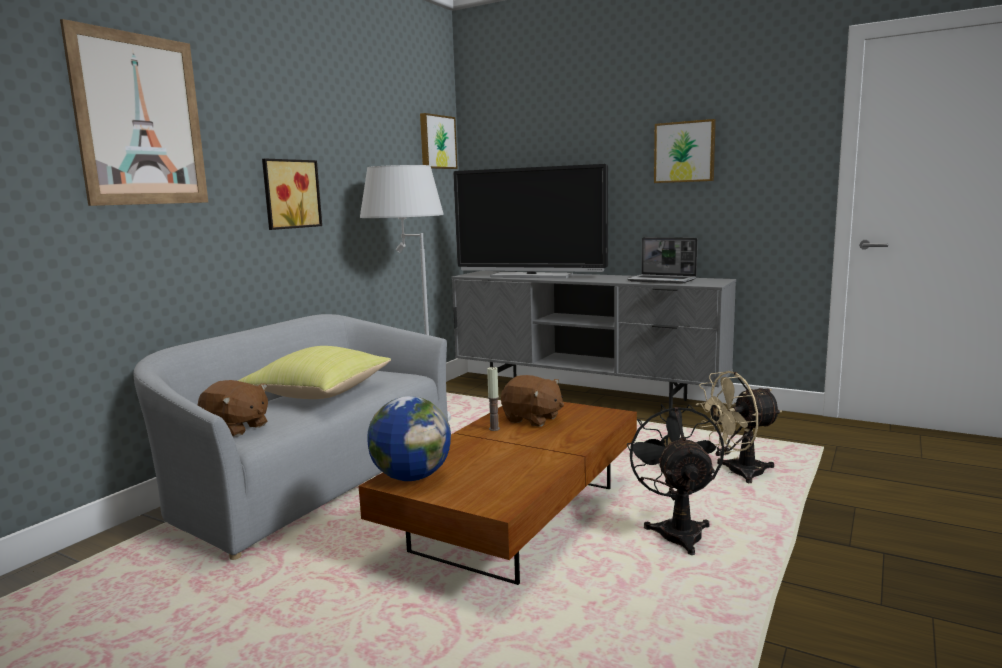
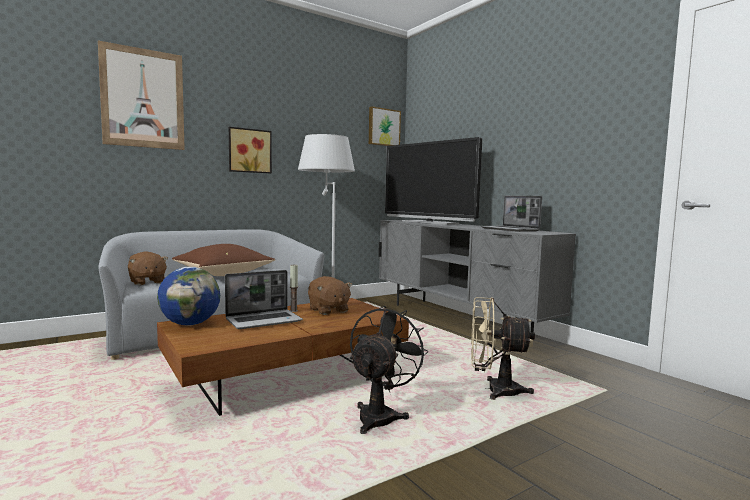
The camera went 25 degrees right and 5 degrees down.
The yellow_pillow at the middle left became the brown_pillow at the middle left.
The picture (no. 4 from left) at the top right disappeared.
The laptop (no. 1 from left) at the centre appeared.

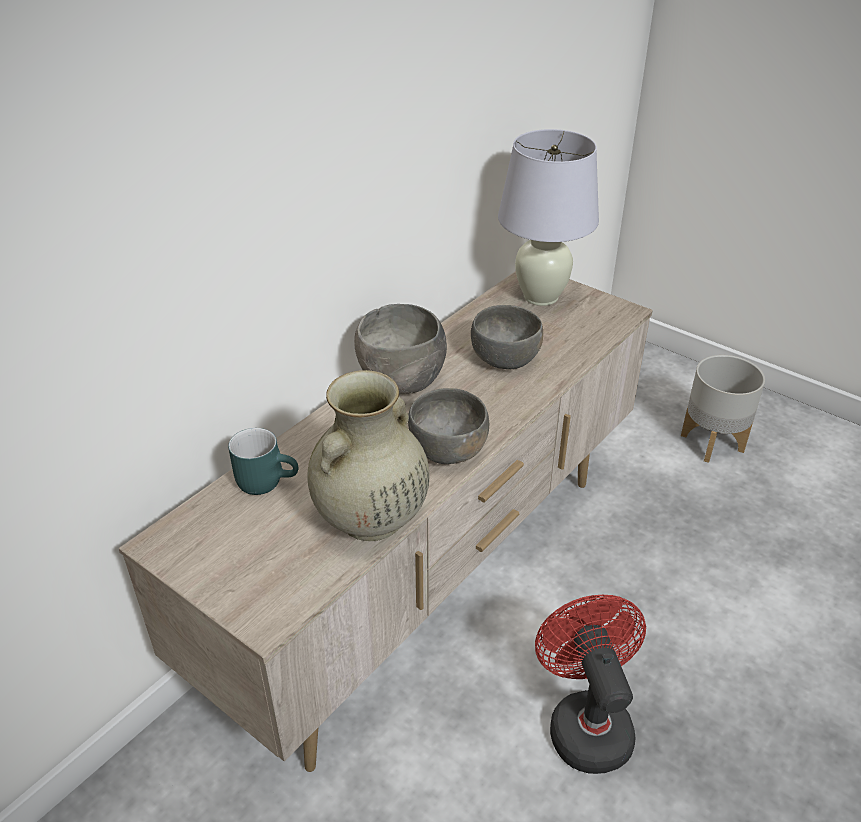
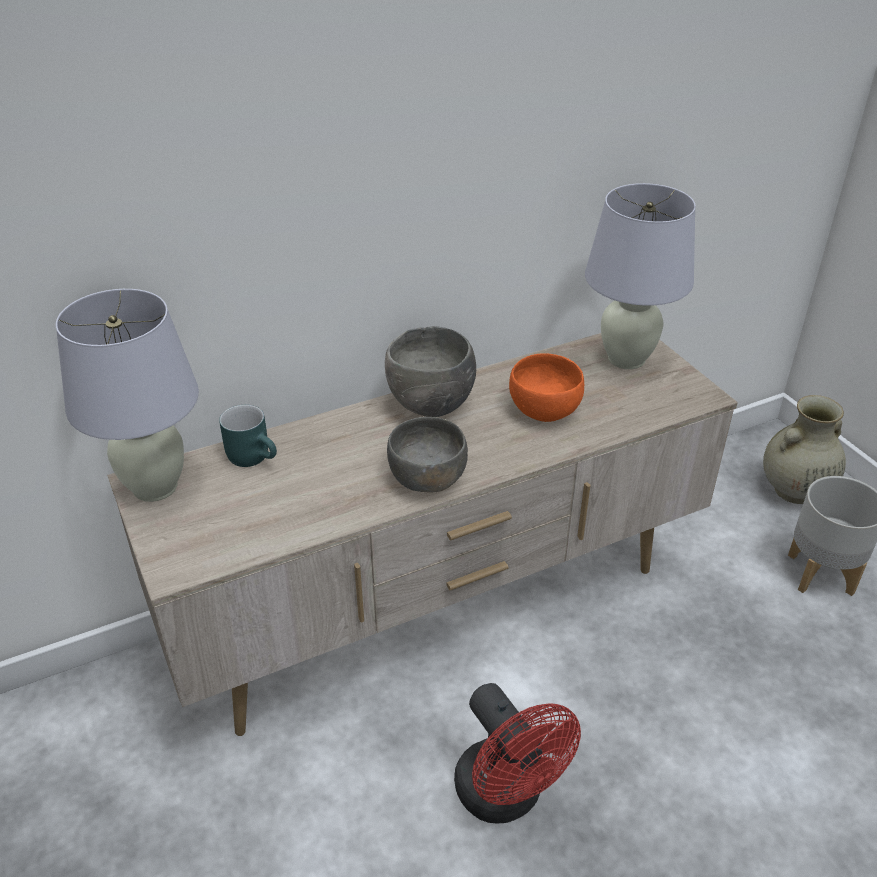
The camera went 25 degrees right and 0 degrees up.
The beige_vase moved from the centre to the middle right.
The grey_bowl (no. 3 from left) at the centre became the orange_bowl at the centre.
The red_fan at the bottom right turned 135 degrees clockwise.
The white_table_lamp (no. 1 from left) at the middle left appeared.

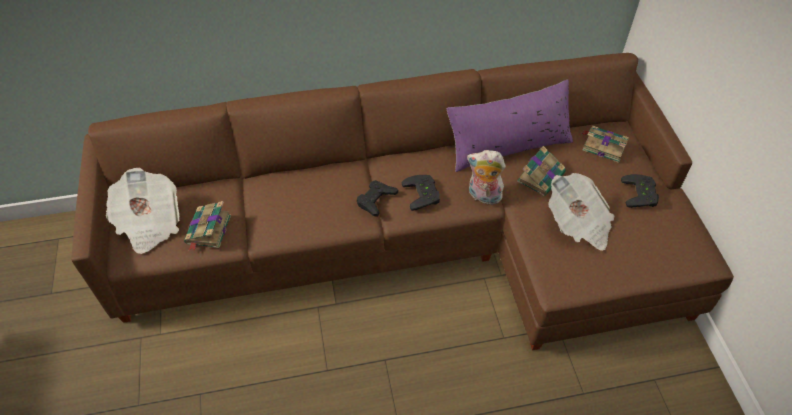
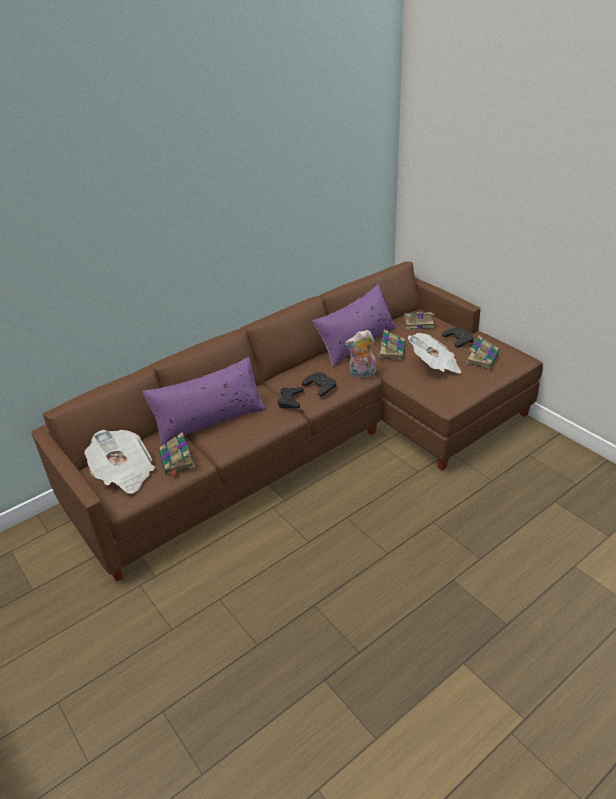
The camera went 25 degrees left and 15 degrees down.
The purple_pillow (no. 1 from left) at the middle left appeared.
The book (no. 4 from left) at the middle right appeared.

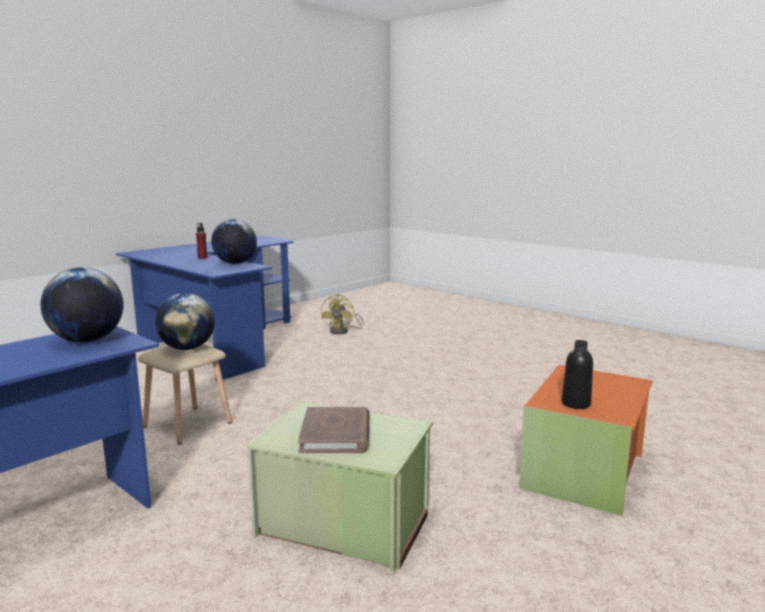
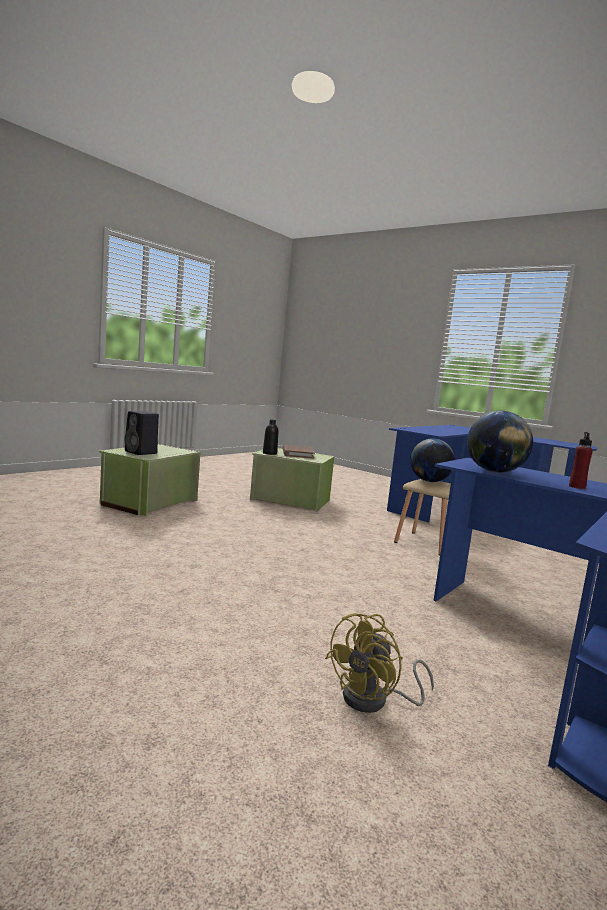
The camera went 175 degrees right and 5 degrees down.
The globe (no. 1 from left) at the middle left disappeared.
The yellow_fan at the centre turned 150 degrees counterclockwise.
The orange_storage_box at the bottom right became the green_storage_box (no. 1 from left) at the middle left.
The black_bottle moved from the middle right to the centre.
The black_speaker at the middle left appeared.

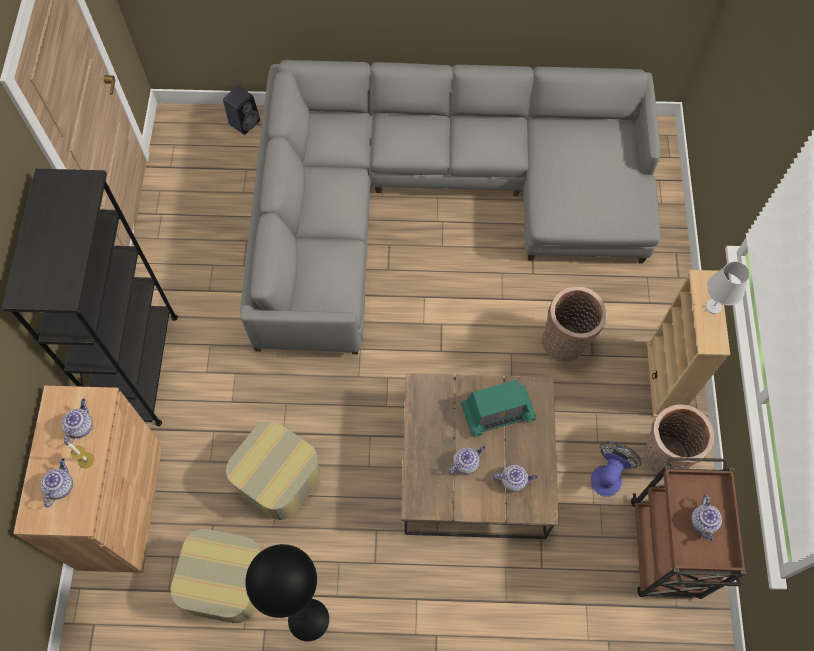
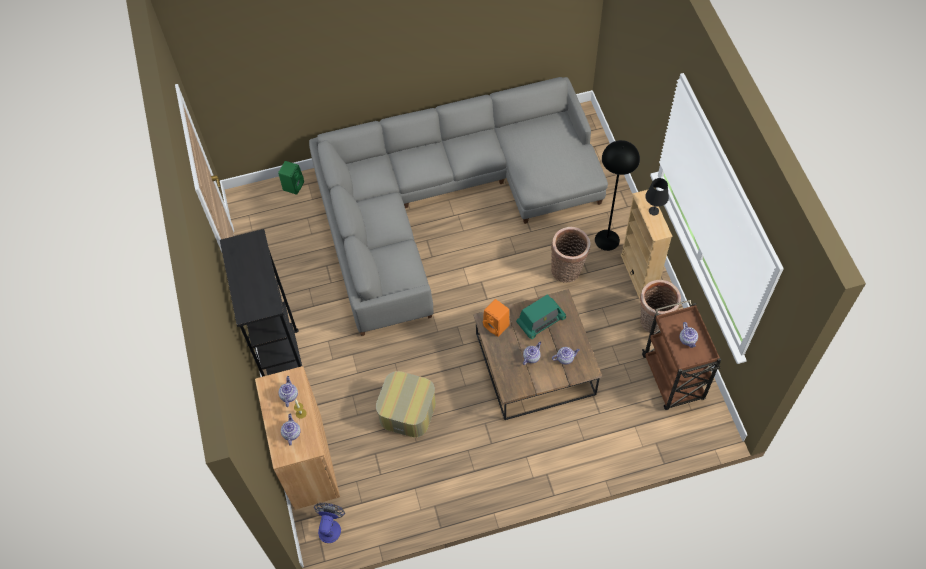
The camera went 15 degrees left and 5 degrees down.
The ottoman (no. 1 from left) at the bottom left disappeared.
The black_speaker at the top left became the green_speaker at the top left.
The black_floor_lamp moved from the bottom centre to the centre.
The fan moved from the bottom right to the bottom centre.
The white_table_lamp at the middle right became the black_table_lamp at the middle right.
The orange_speaker at the centre appeared.

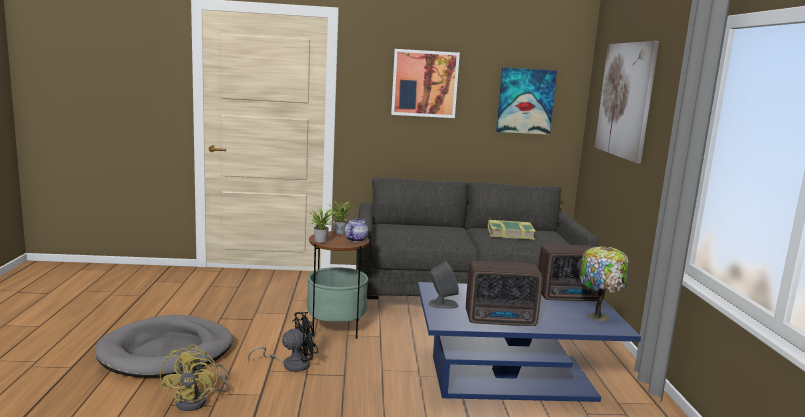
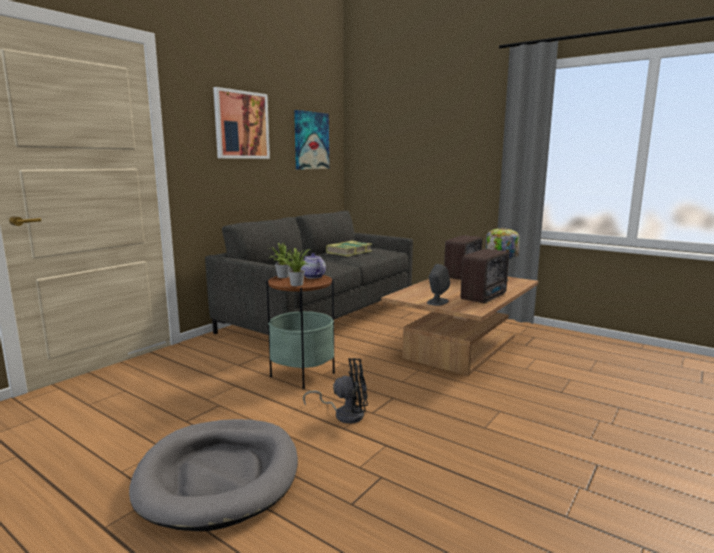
The camera went 50 degrees left and 0 degrees up.
The yellow_fan at the bottom left disappeared.
The black_fan at the bottom centre turned 75 degrees clockwise.
The blue_coffee_table at the bottom centre became the brown_coffee_table at the centre.
The picture (no. 3 from left) at the top right disappeared.

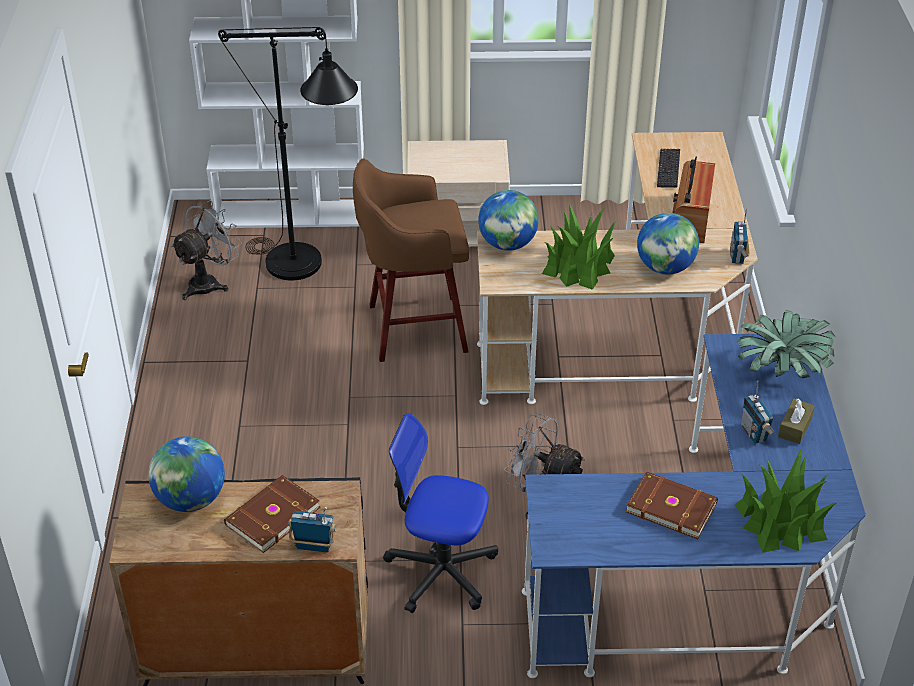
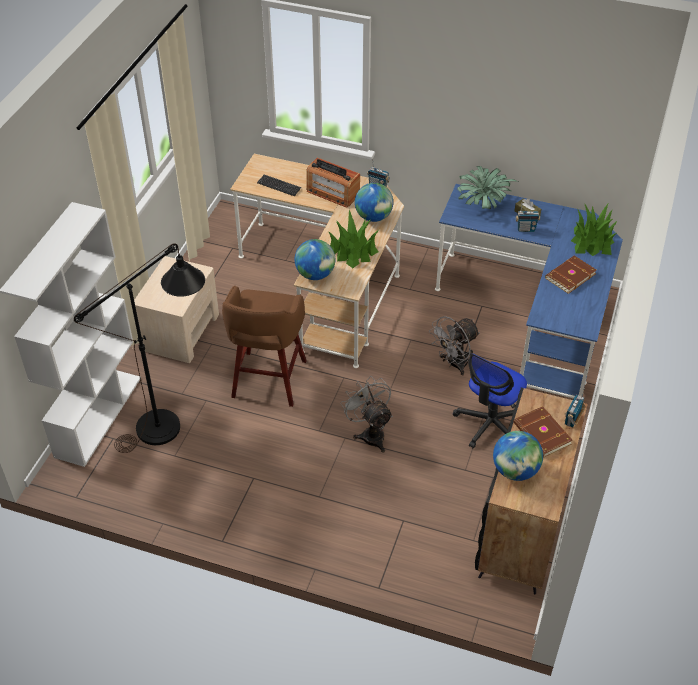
The camera went 70 degrees left and 5 degrees up.
The grey_fan (no. 1 from left) moved from the middle left to the centre.

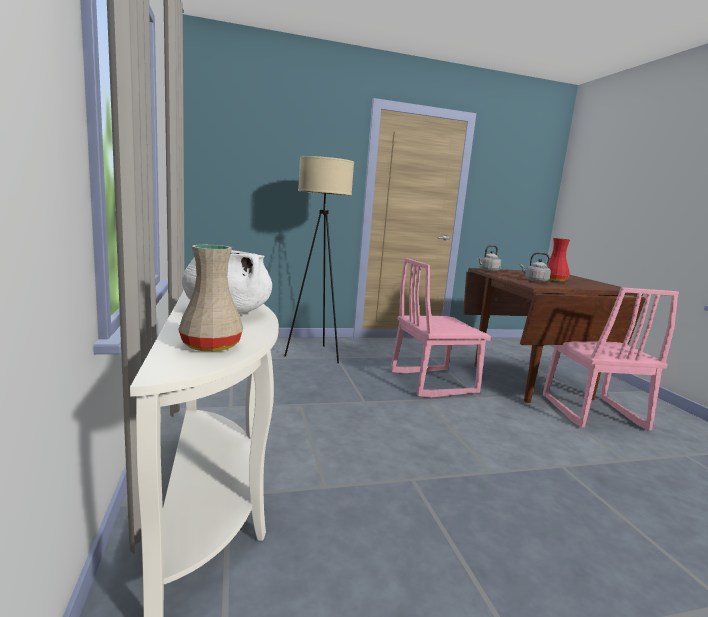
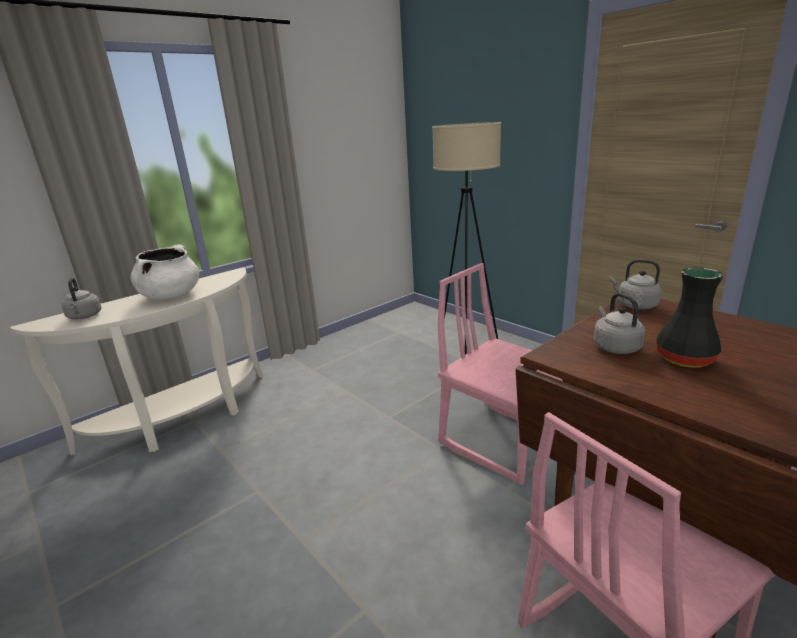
The camera went 65 degrees right and 10 degrees up.
The beige_vase at the middle left was replaced by the grey_kettle (no. 1 from left) at the middle left.
The red_vase at the middle right became the black_vase at the middle right.

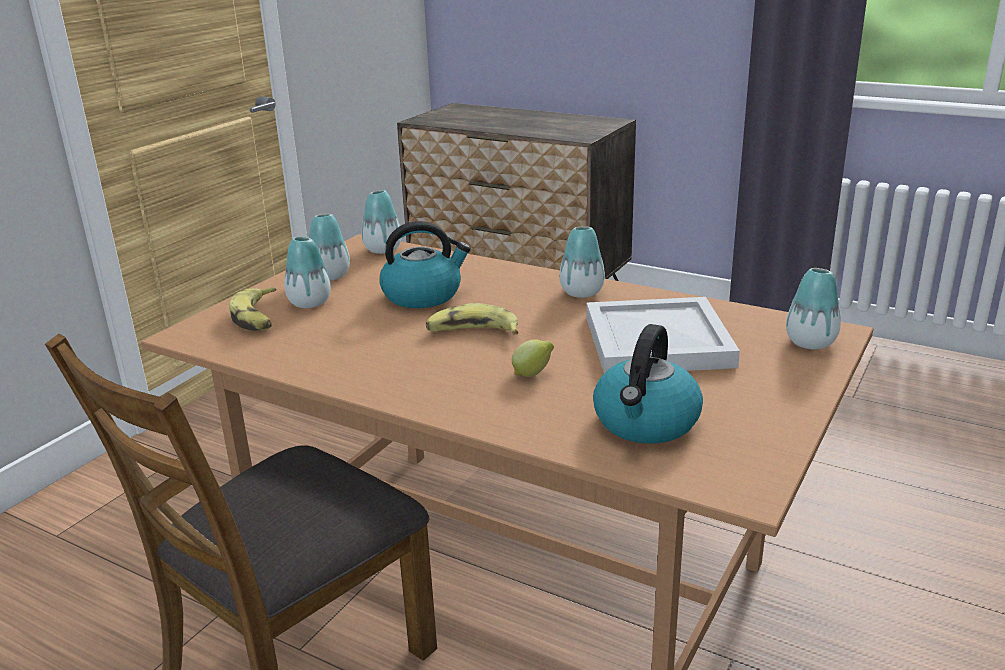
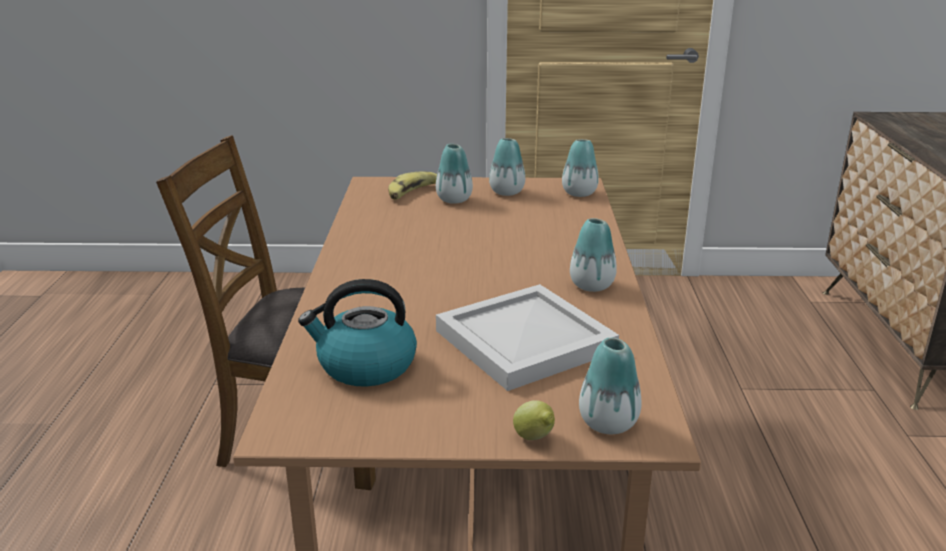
The camera went 60 degrees right and 0 degrees up.
The kettle (no. 1 from left) at the centre disappeared.
The banana (no. 2 from left) at the centre disappeared.
The lemon moved from the centre to the bottom centre.

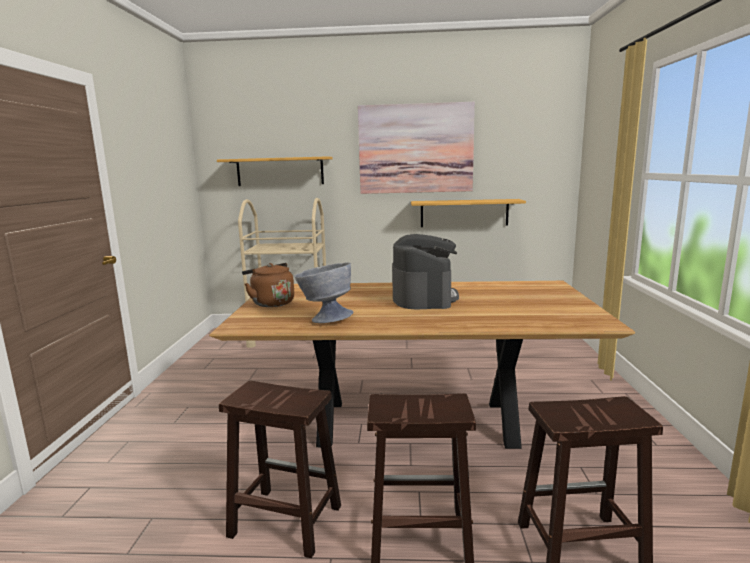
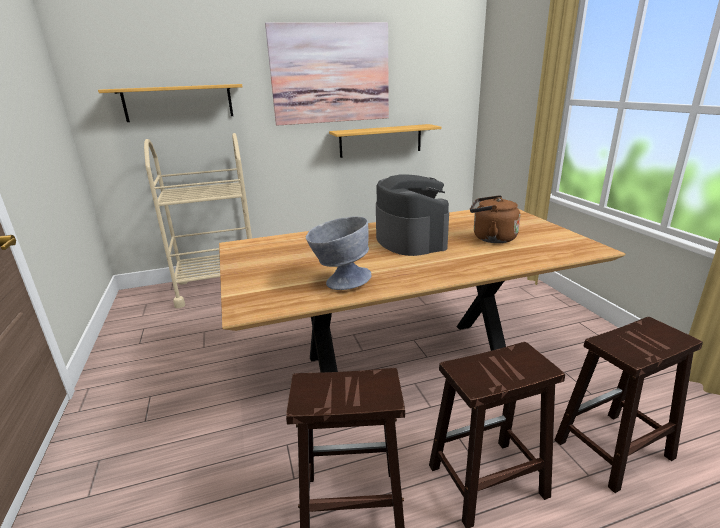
The camera went 20 degrees left and 10 degrees up.
The brown_kettle moved from the centre to the middle right.

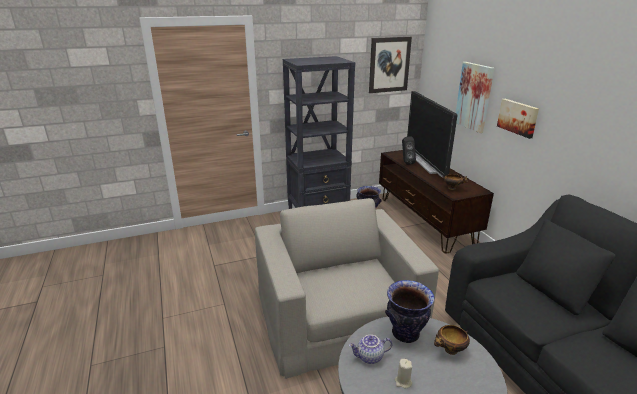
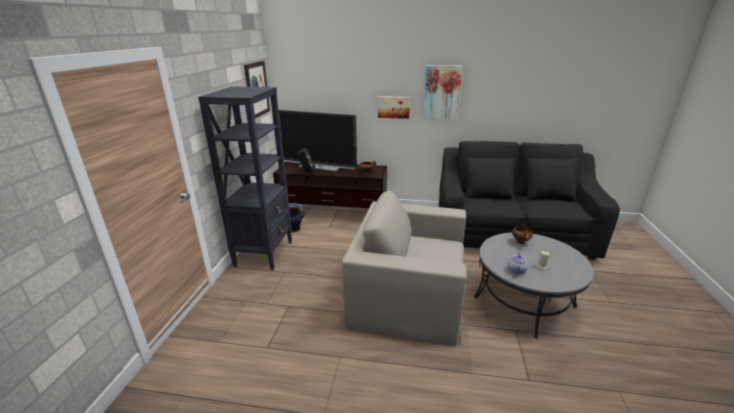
The camera went 60 degrees left and 0 degrees up.
The vase (no. 2 from left) at the bottom centre disappeared.
The picture (no. 2 from left in the first image) moved from the top right to the top centre.

